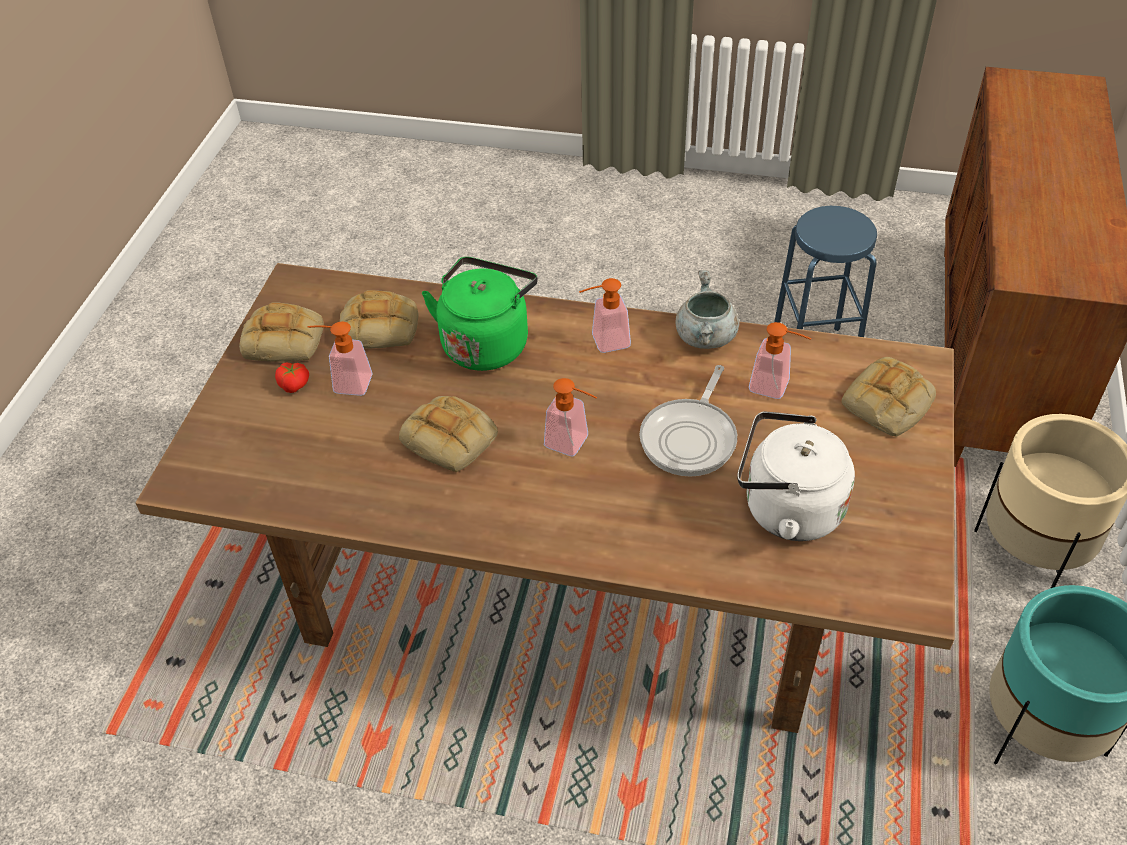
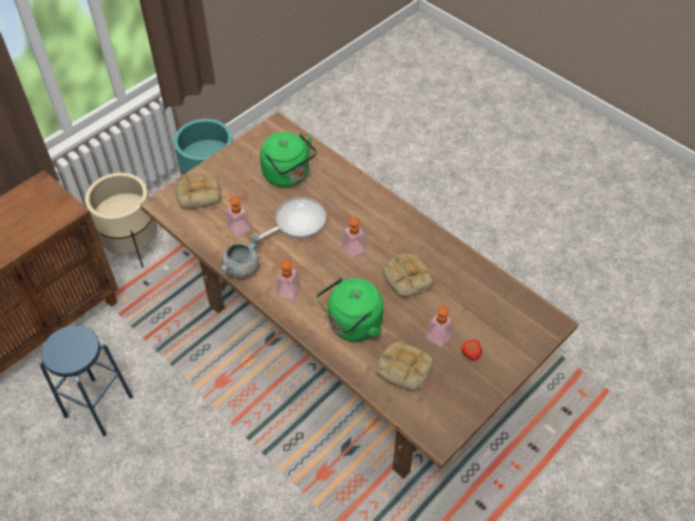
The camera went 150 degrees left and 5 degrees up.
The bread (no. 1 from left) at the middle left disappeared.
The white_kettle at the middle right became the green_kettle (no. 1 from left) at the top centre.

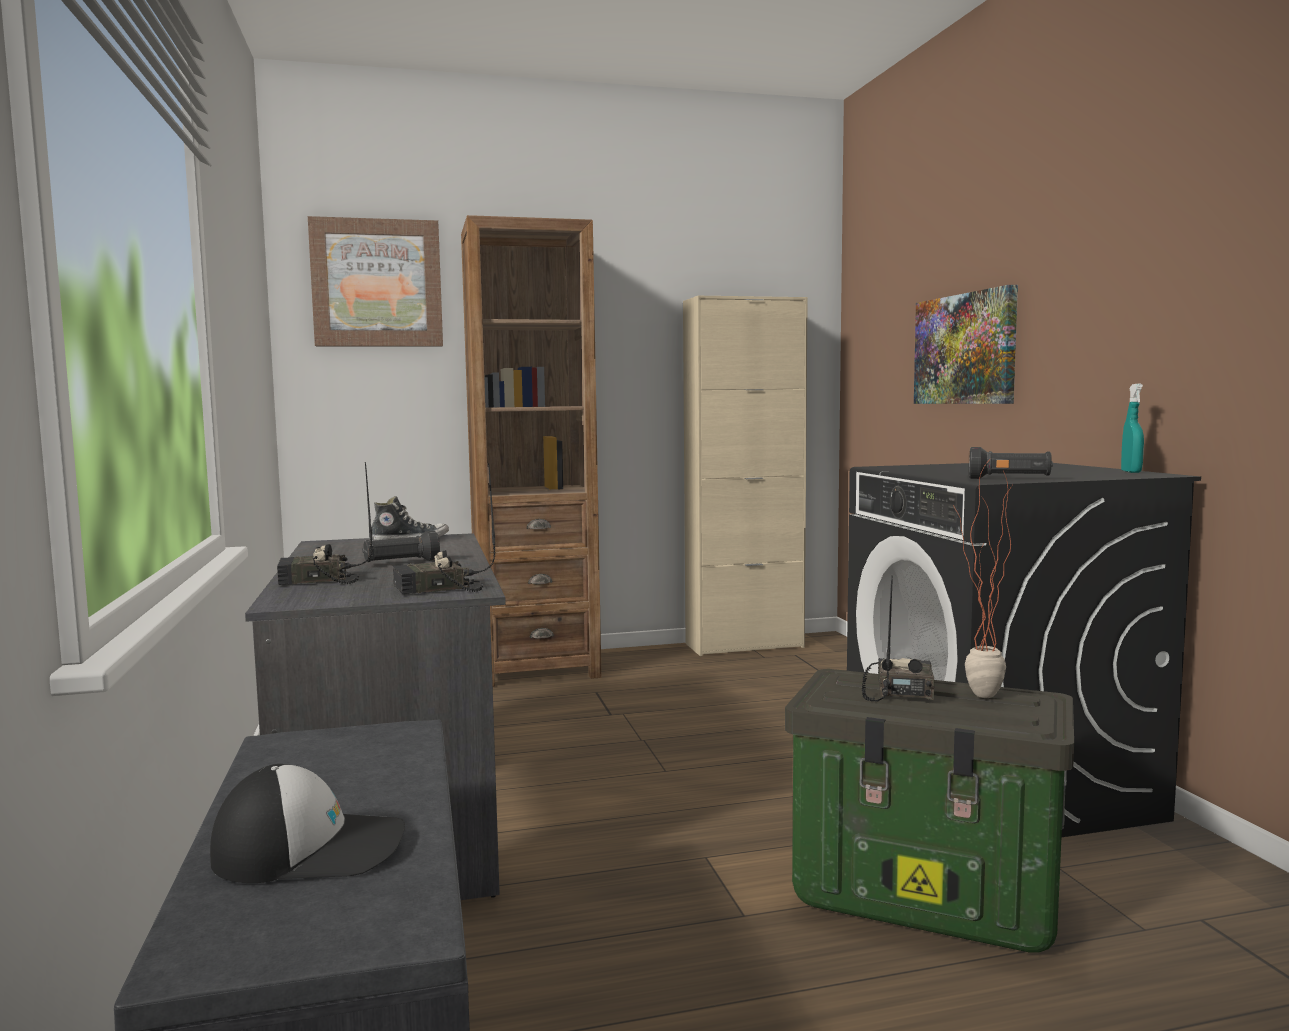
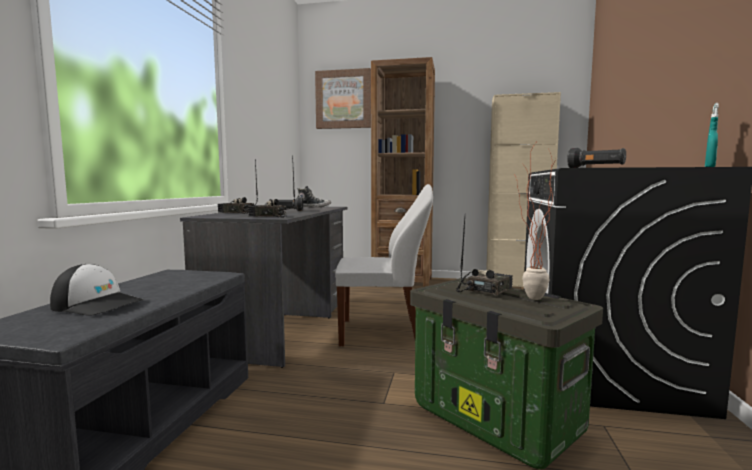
The camera went 25 degrees right and 0 degrees up.
The picture (no. 2 from left) at the middle right disappeared.
The white_chair at the centre appeared.

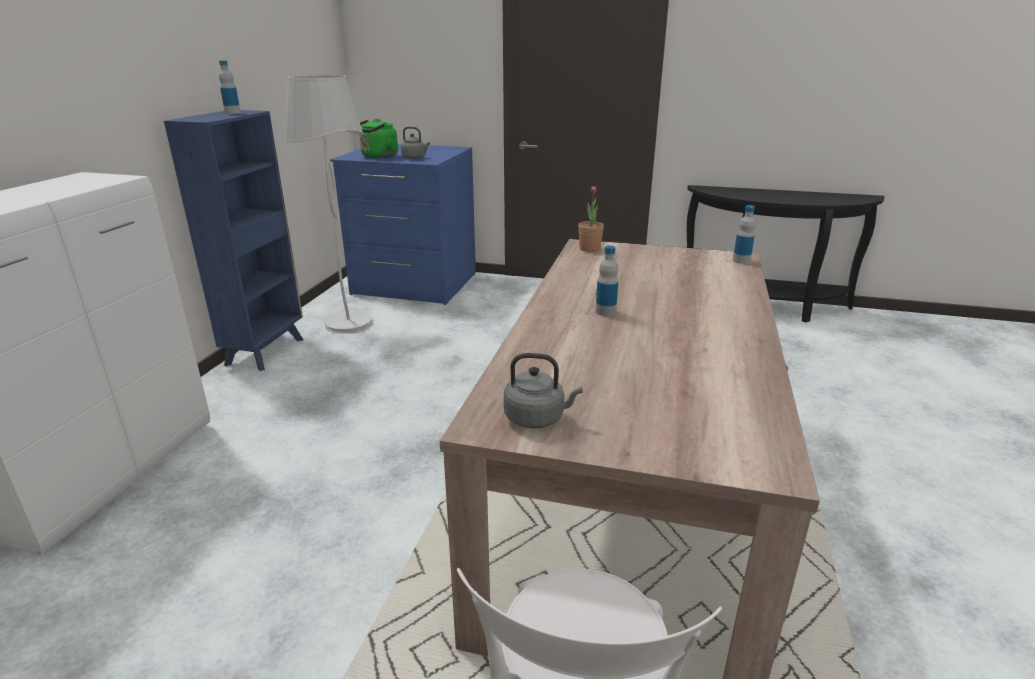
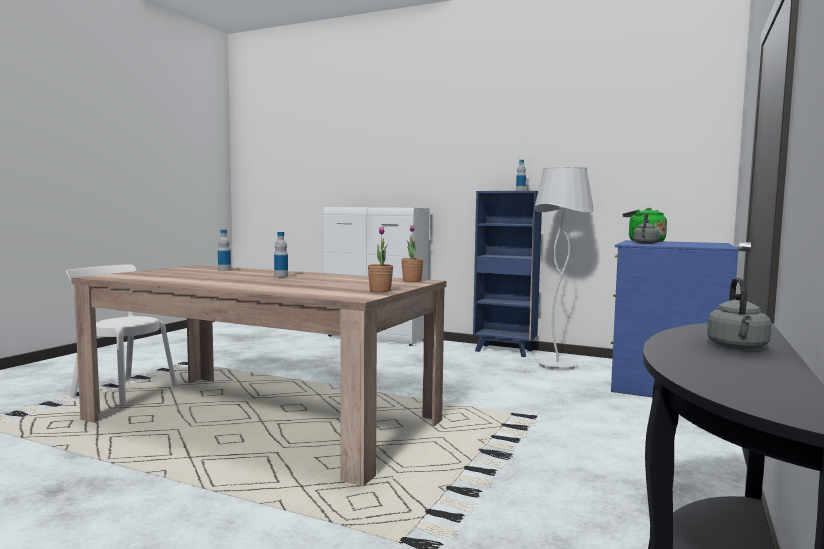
The camera went 100 degrees right and 20 degrees down.
The grey_kettle (no. 2 from left) moved from the centre to the middle right.
The bottle (no. 3 from left in the first image) moved from the middle right to the middle left.
The potted_plant (no. 1 from left) at the centre appeared.

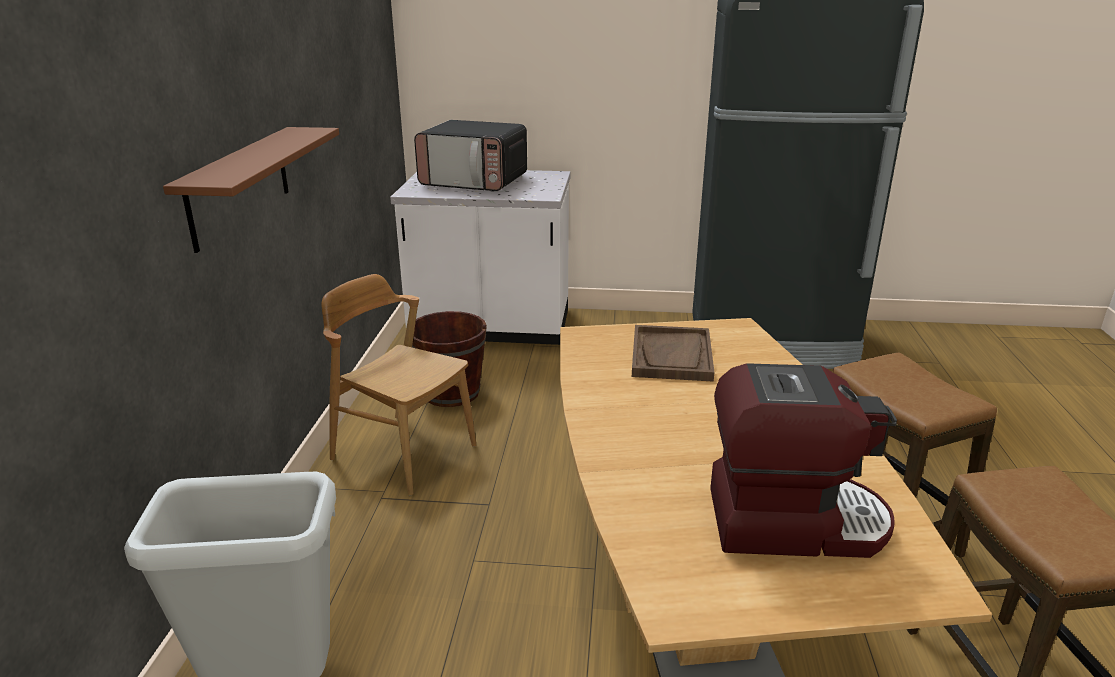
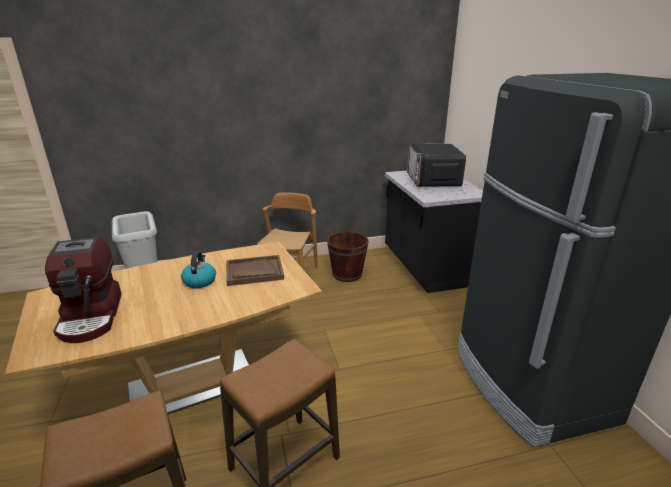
The camera went 70 degrees right and 0 degrees up.
The brown_shelf at the top left disappeared.
The white_counter at the centre became the black_counter at the centre.
The kettle at the middle left appeared.

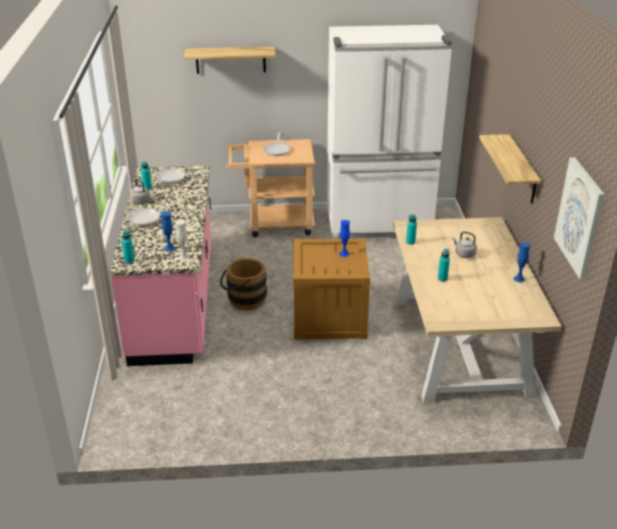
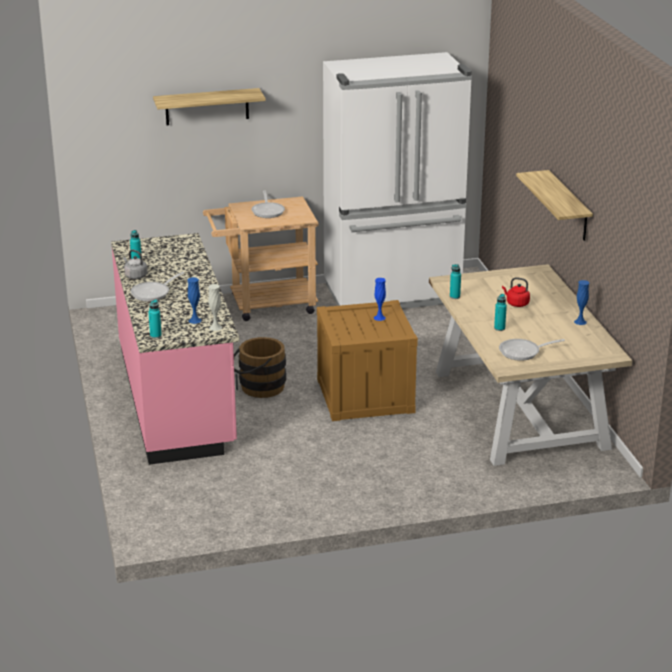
The camera went 10 degrees left and 5 degrees down.
The frying_pan (no. 2 from left in the first image) moved from the top left to the middle right.
The grey_kettle (no. 2 from left) at the middle right became the red_kettle at the middle right.
The picture at the middle right disappeared.

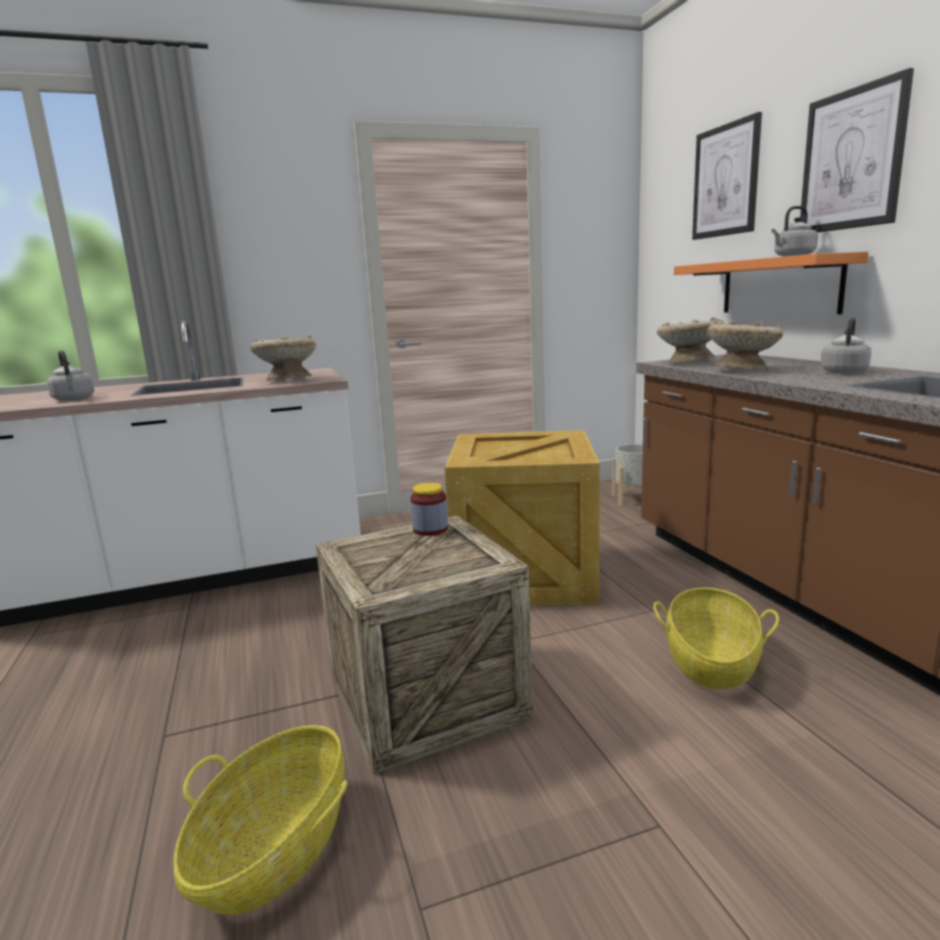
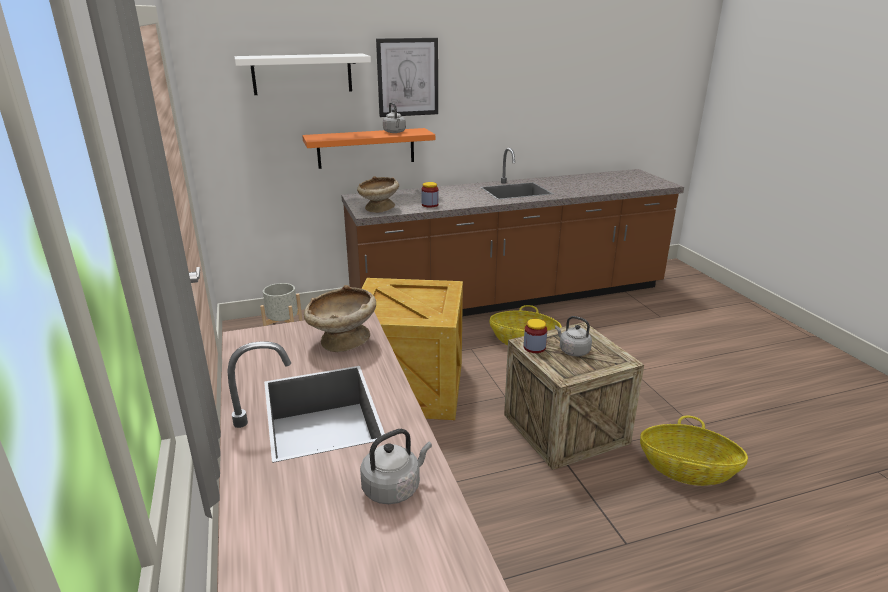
The camera went 90 degrees left and 10 degrees up.
The picture (no. 1 from left) at the top right was replaced by the white_shelf at the top centre.
The beige_bowl (no. 3 from left) at the middle right was replaced by the jar (no. 1 from left) at the top centre.
The grey_kettle (no. 3 from left) moved from the middle right to the centre.

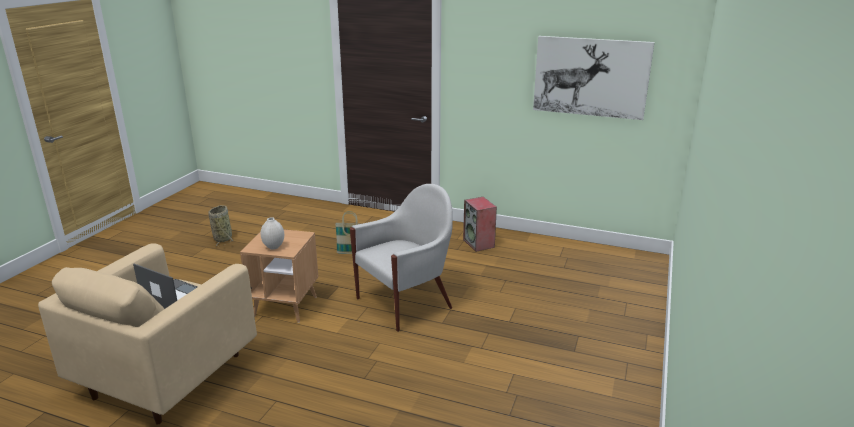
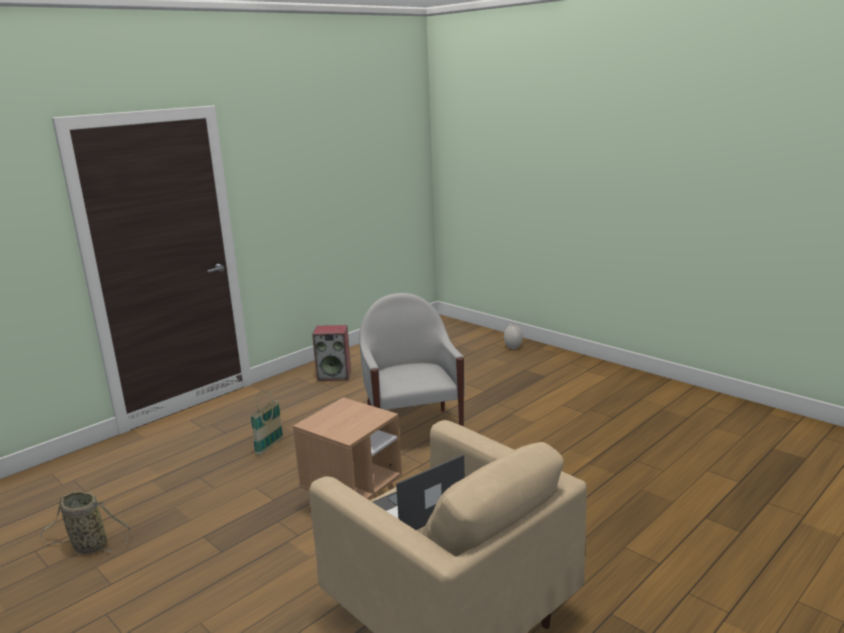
The camera went 65 degrees left and 5 degrees down.
The white_vase moved from the middle left to the centre.
The picture at the top right disappeared.

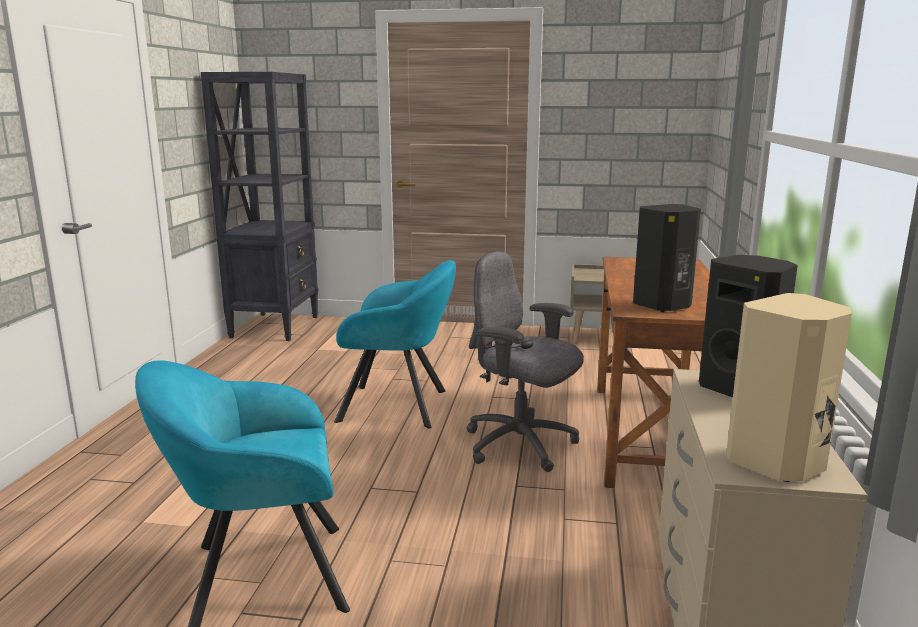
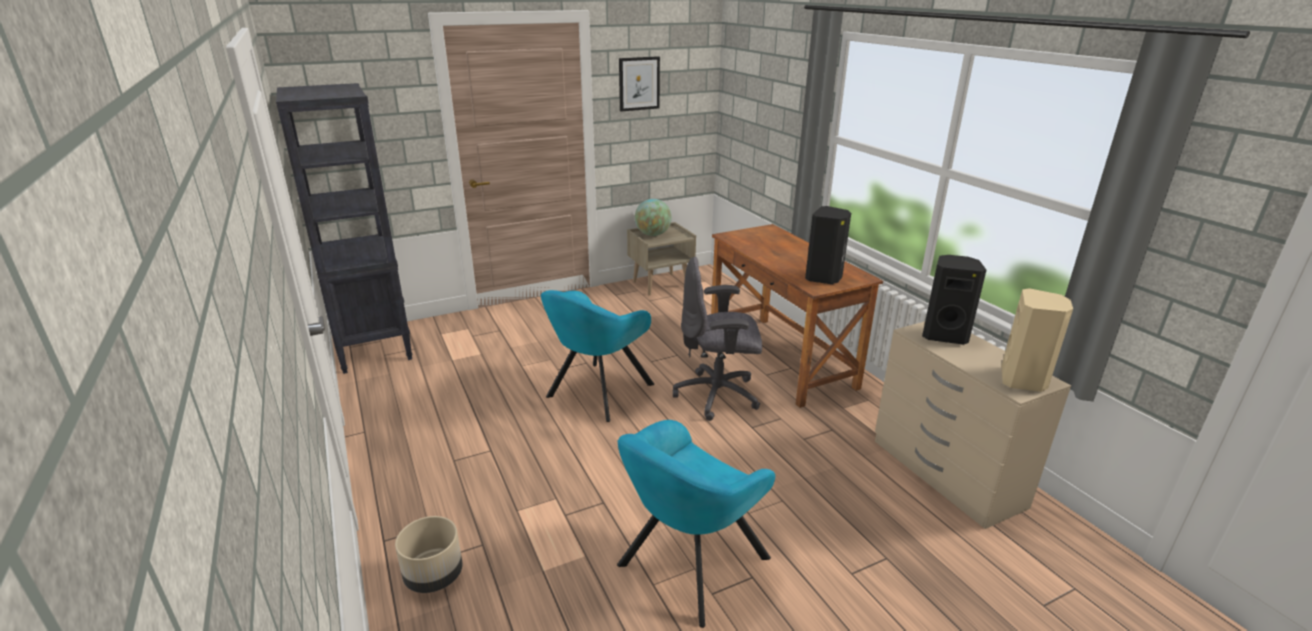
The camera went 35 degrees left and 10 degrees up.
The turquoise_armchair (no. 2 from left in the first image) at the centre turned 150 degrees clockwise.
The beige_planter at the bottom left appeared.
The picture at the top centre appeared.
The globe at the centre appeared.

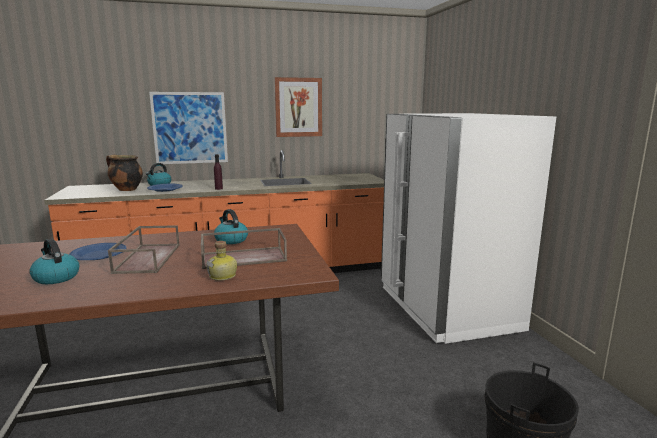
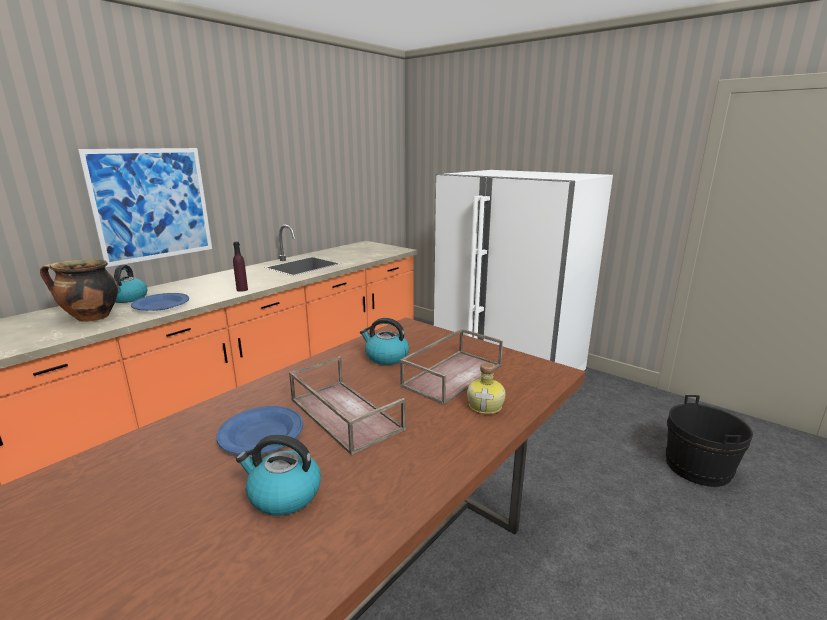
The camera went 35 degrees left and 5 degrees up.
The picture (no. 2 from left) at the top centre disappeared.

